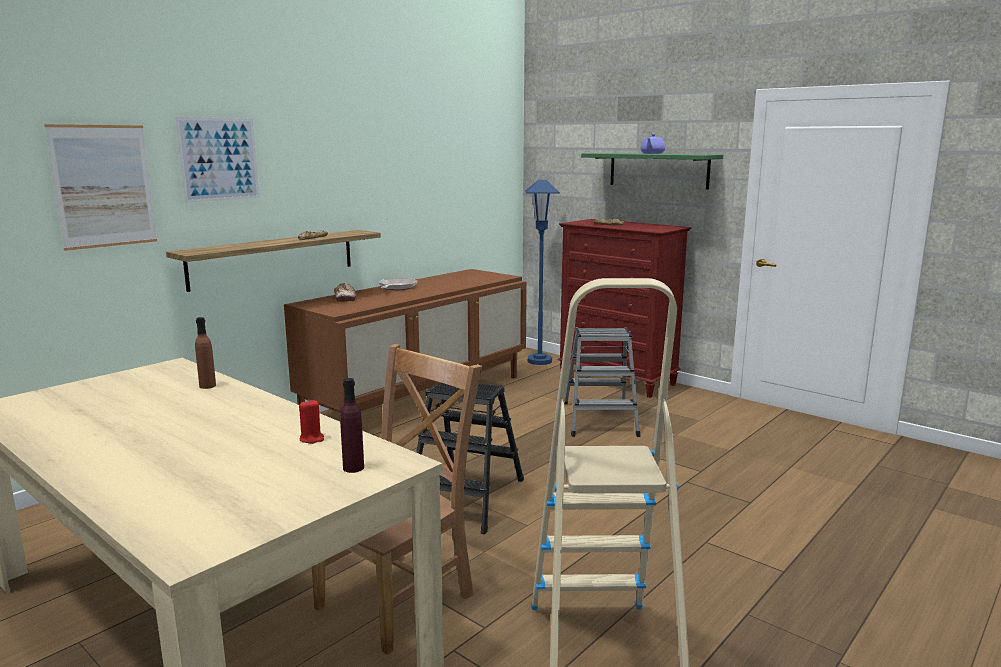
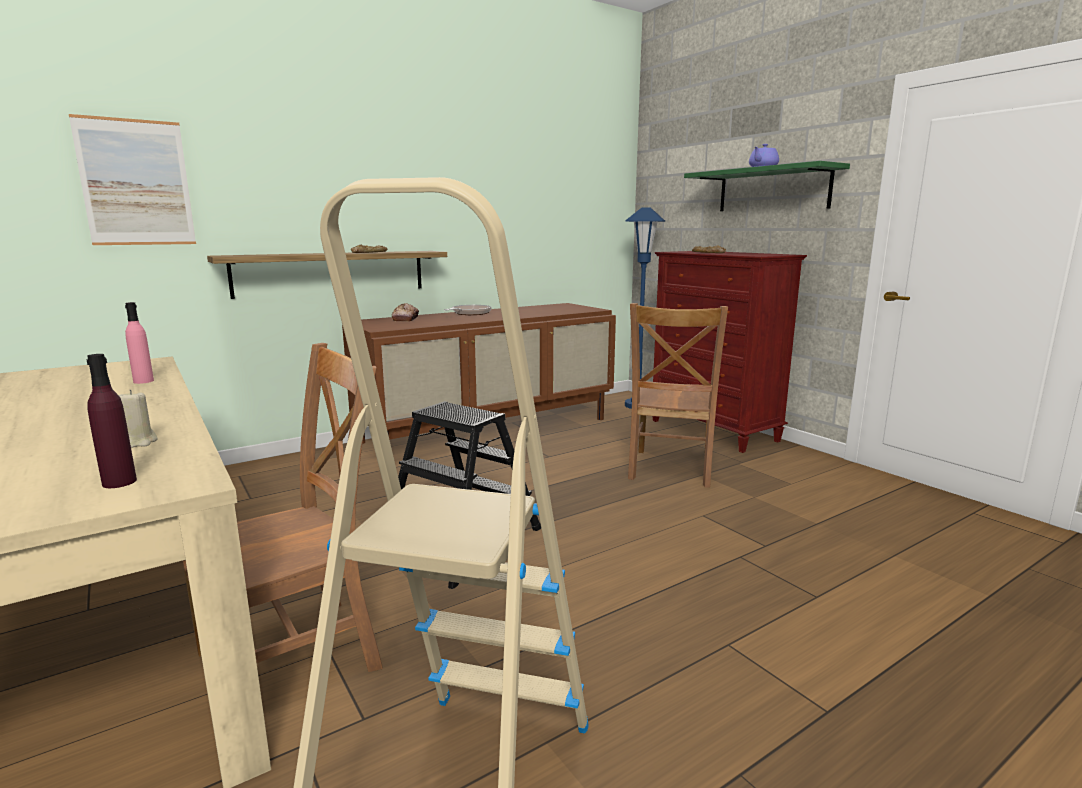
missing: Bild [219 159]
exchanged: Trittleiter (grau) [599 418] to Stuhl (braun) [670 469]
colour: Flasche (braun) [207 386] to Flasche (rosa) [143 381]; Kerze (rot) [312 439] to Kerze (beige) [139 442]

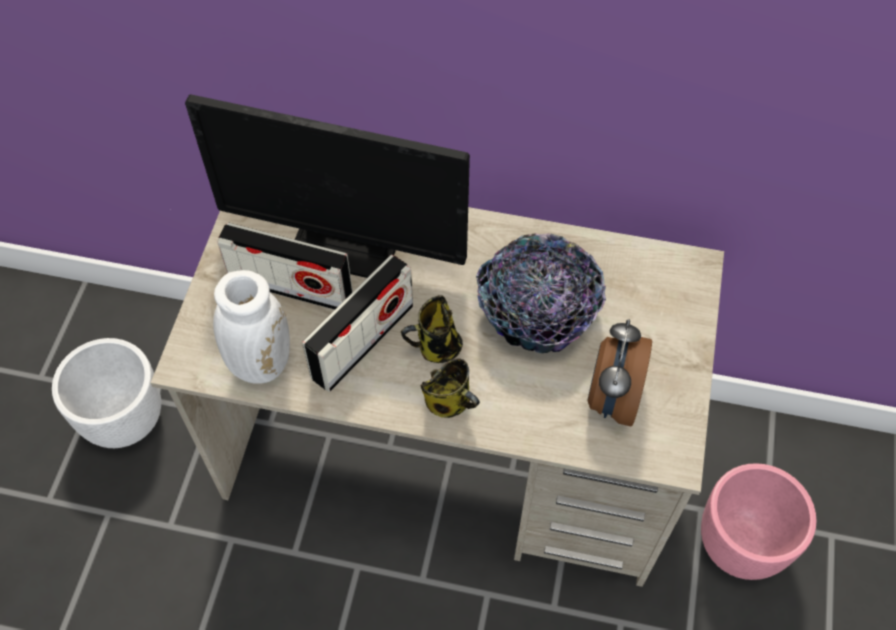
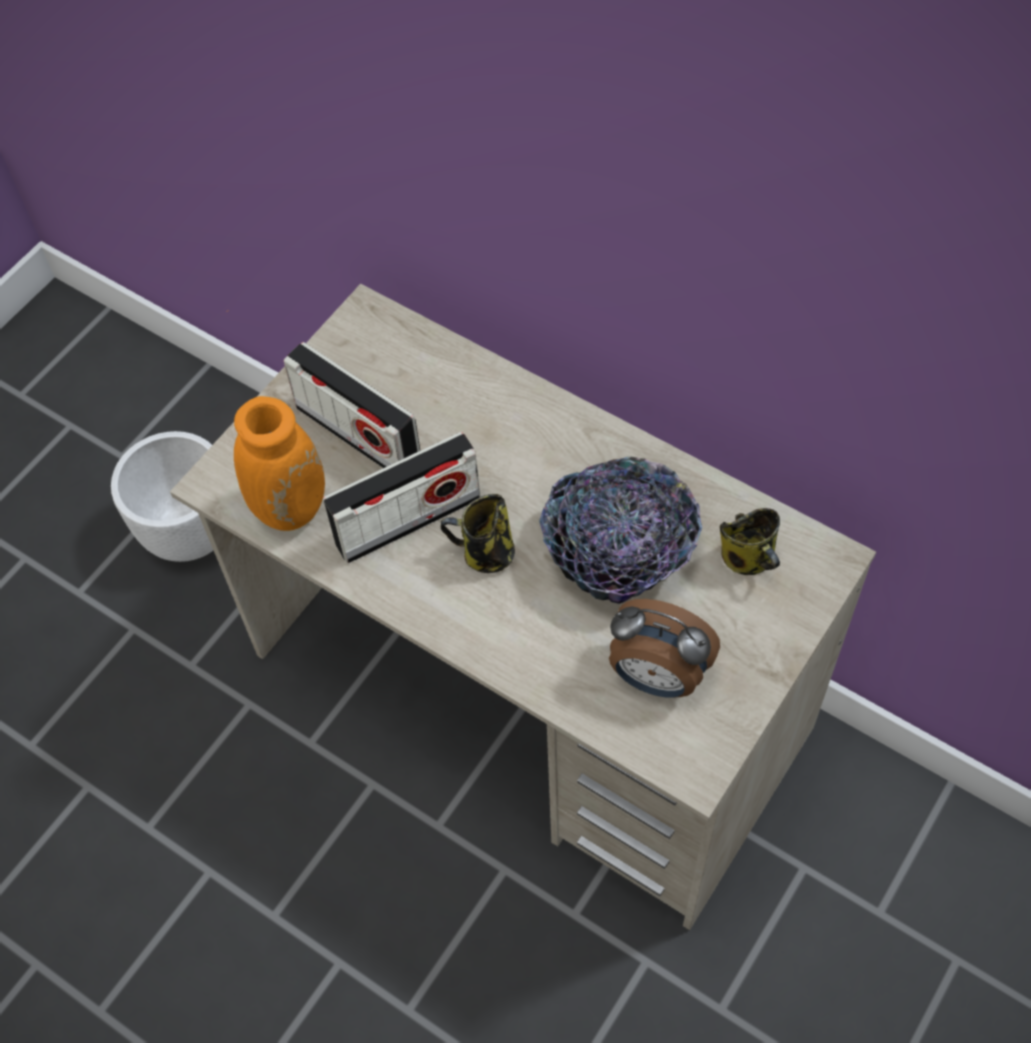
missing: Monitor [346 244]; Pflanzkübel (rosa) [741 544]
relocated: Henkelbecher [450 402] to [749 559]
colour: Vase (weiß) [261 359] to Vase (orange) [292 504]
spun: Wecker [611 397] = [656 676] 105 degrees counterclockwise

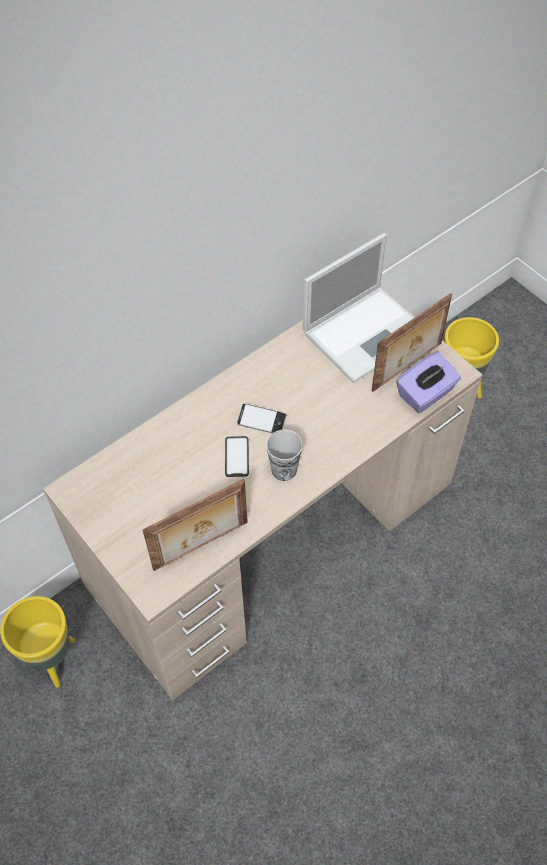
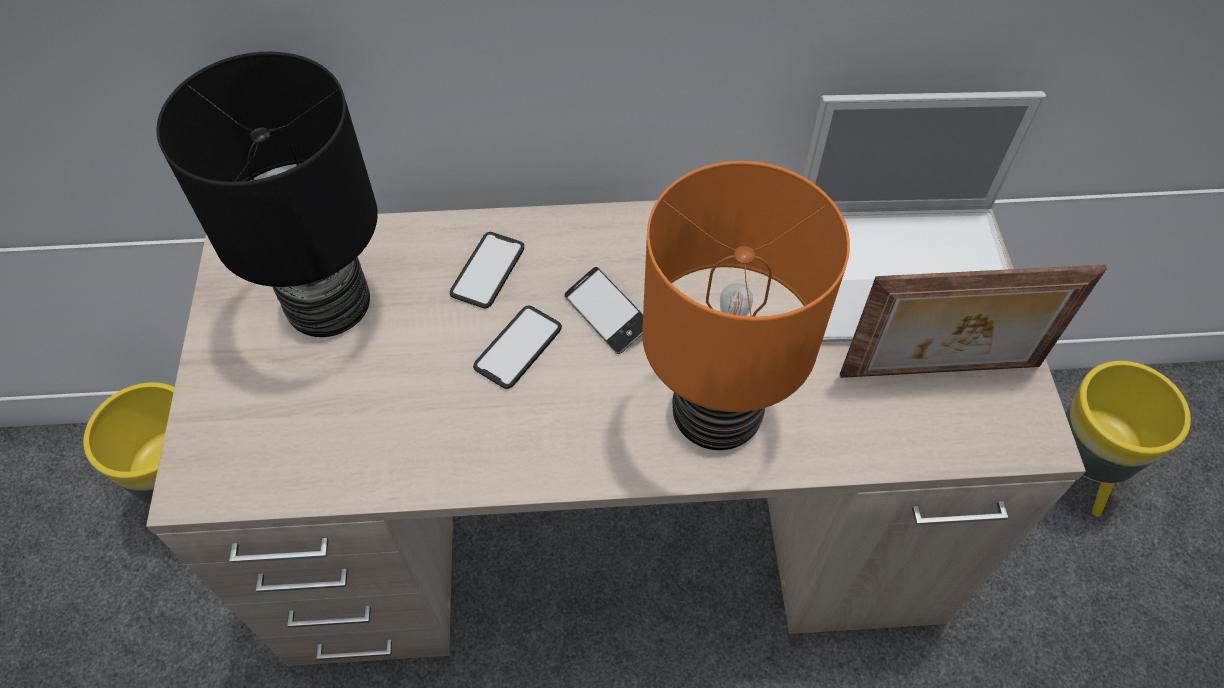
missing: Taschentuchbox (lila) [426 394]; Tasse [284 469]; Bilderrahmen [201 547]
appeared: Tischlampe (schwarz) [328 302]; Tischlampe (orange) [716 411]; Handy [487 270]

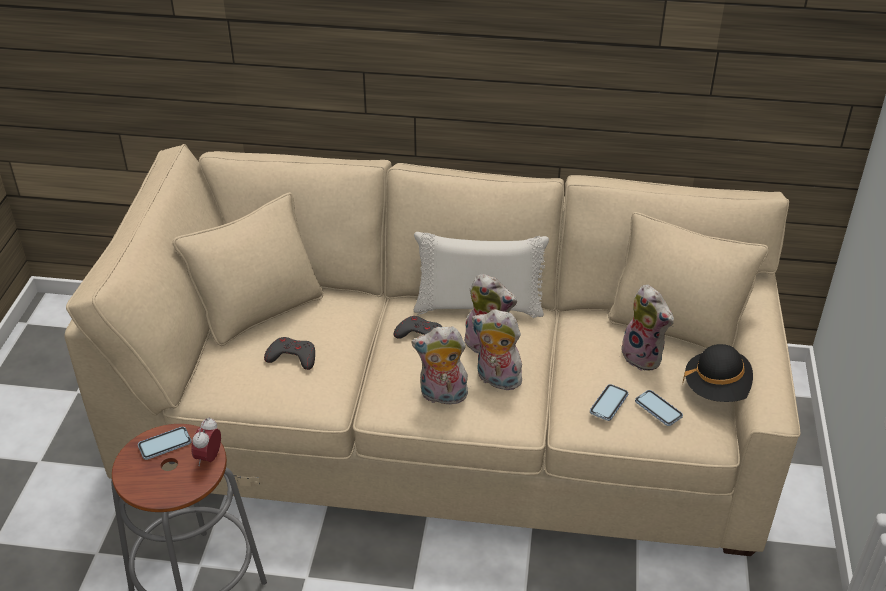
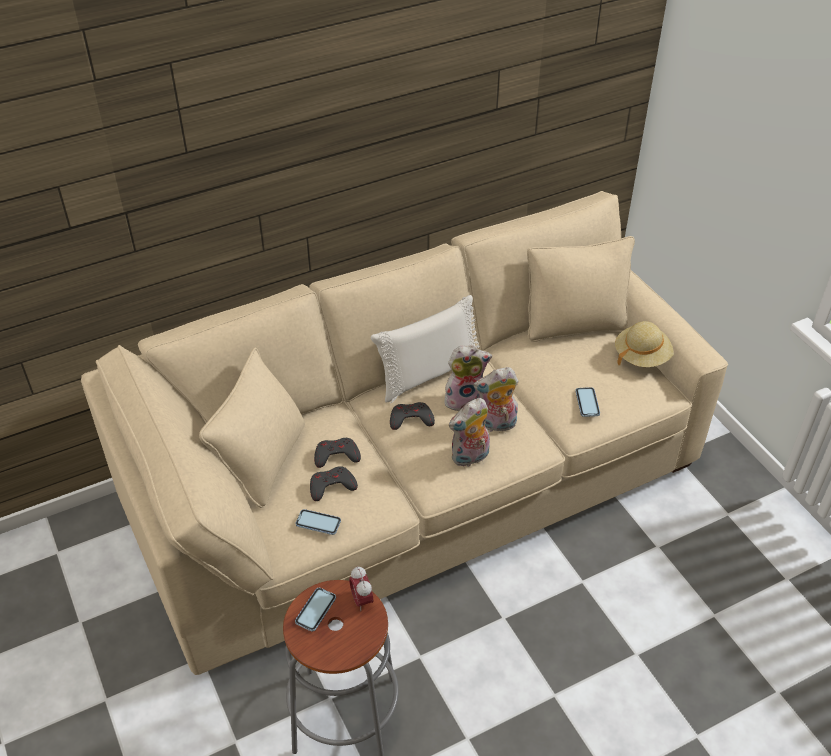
missing: Plüschtier [644 357]
appeared: Gamepad (grau) [336 455]
relocated: Handy [658 409] to [318 523]
colour: Hut (schwarz) [719 389] to Hut (beige) [642 356]

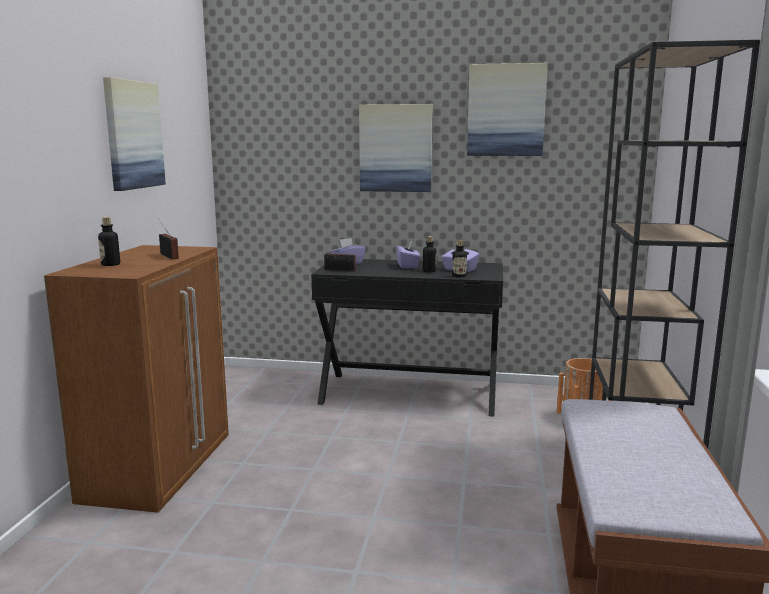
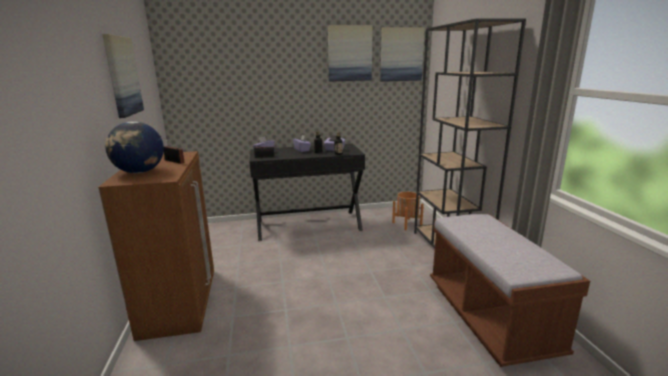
relocated: Bild [396 148] to [401 54]
exchanged: Flasche [110 264] to Globus [140 172]

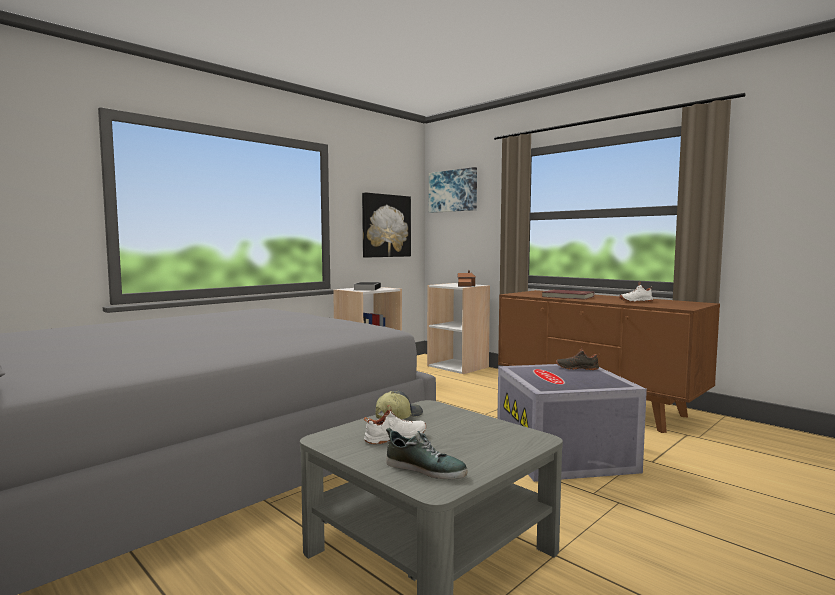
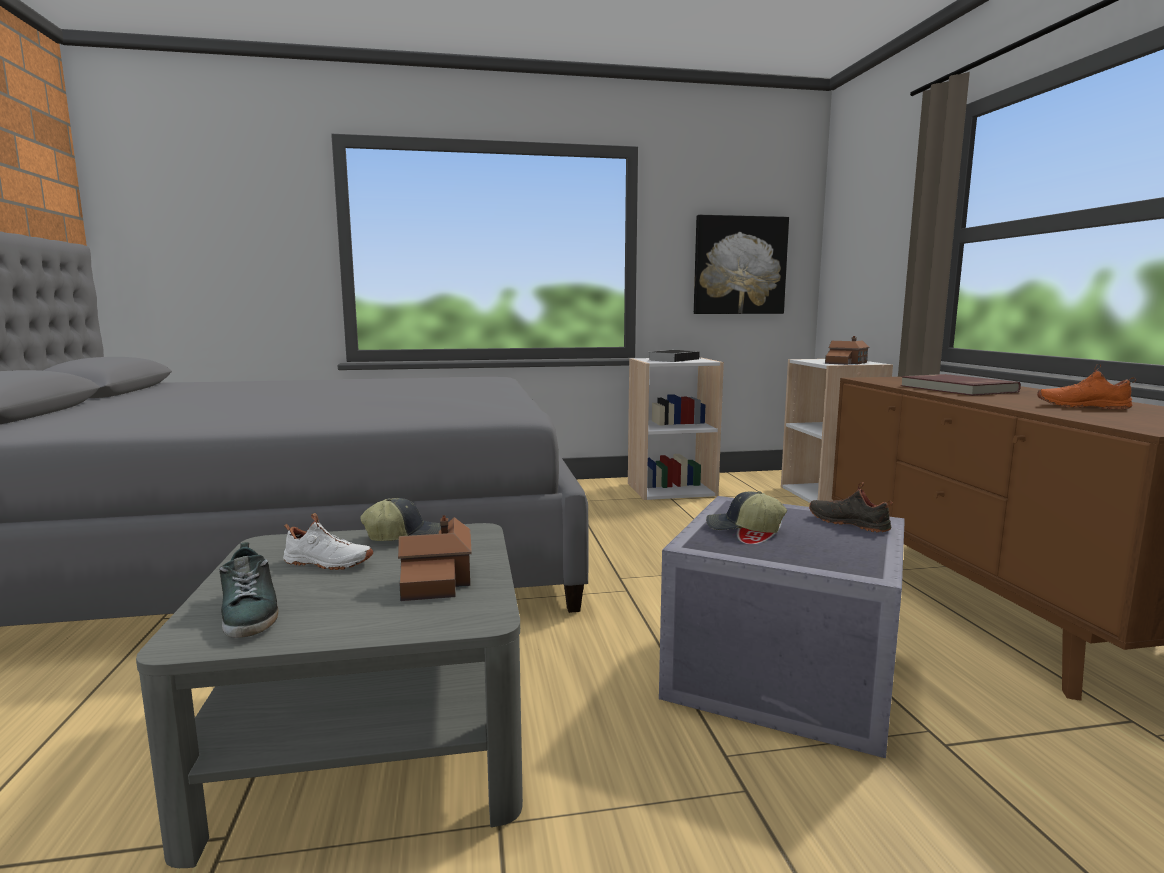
missing: Bild [453 191]
appeared: Kappe [743 529]; Spielzeughaus [438 580]
colour: Schuh (weiß) [635 301] to Schuh (orange) [1081 406]

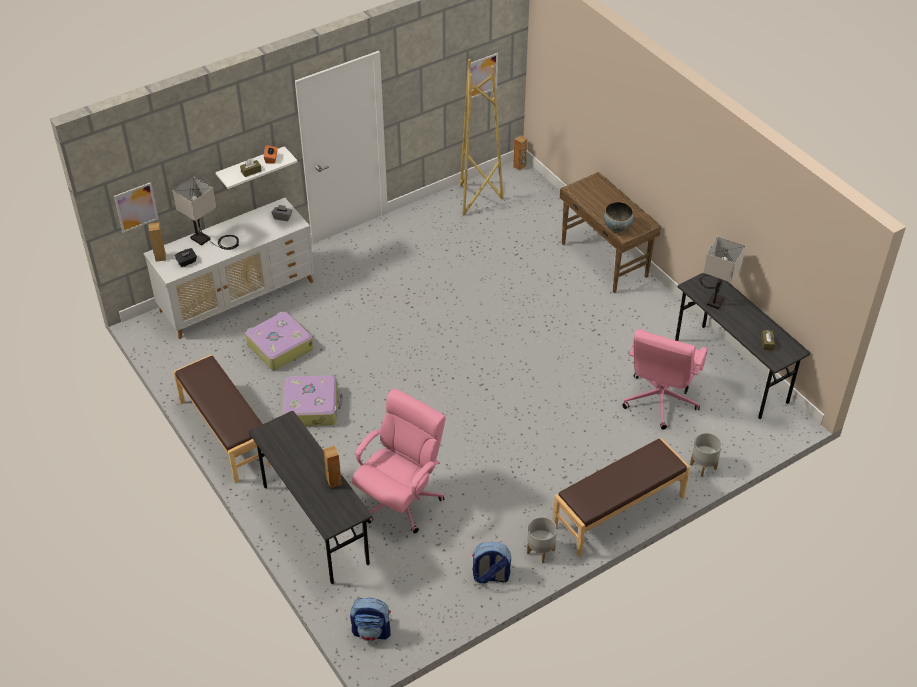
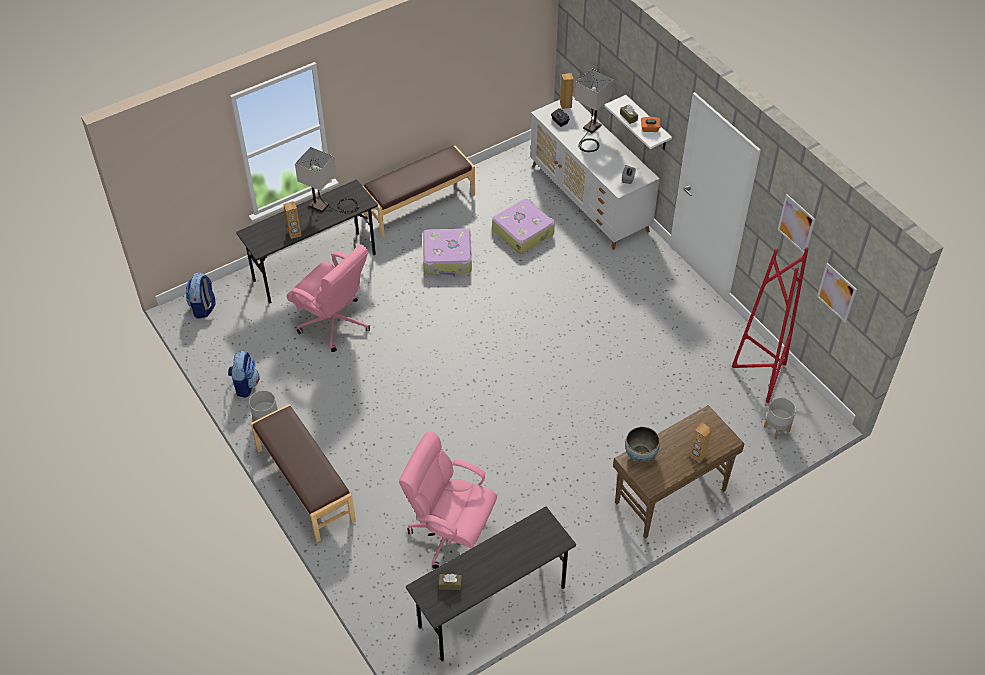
relocated: Lautsprecher (braun) [519 166] to [697 456]; Bild [136 207] to [796 224]; Tischlampe [714 293] to [331 206]; Pflanzkübel (grau) [703 466] to [776 428]
colour: Kleiderständer (gelb) [475 199] to Kleiderständer (rot) [761 378]

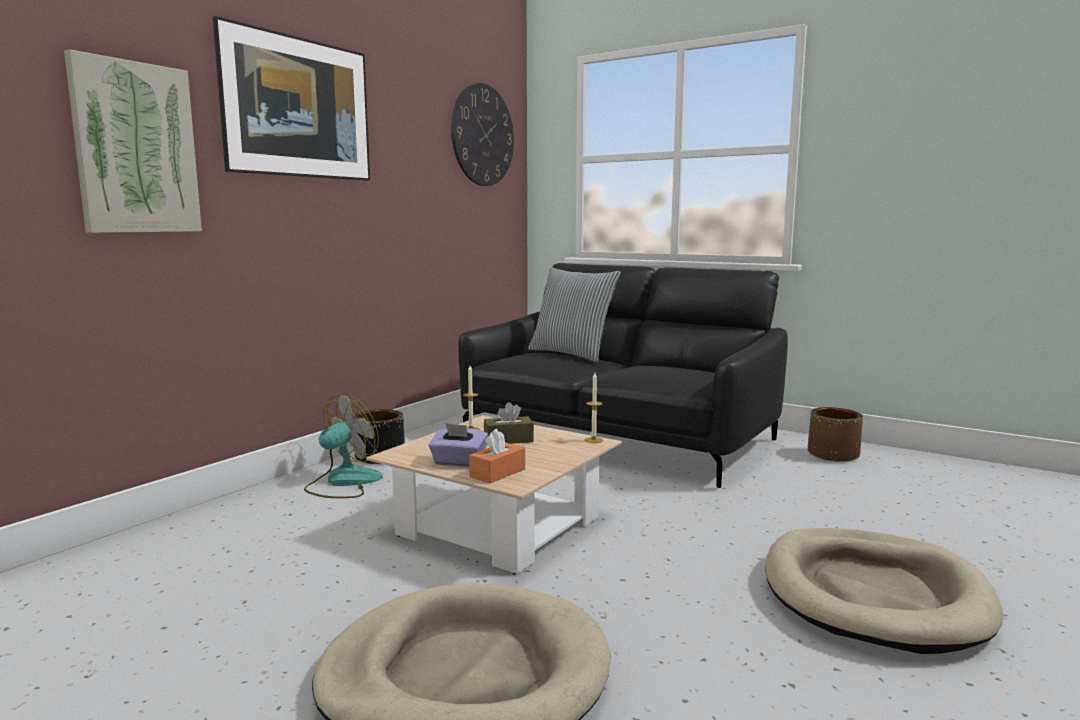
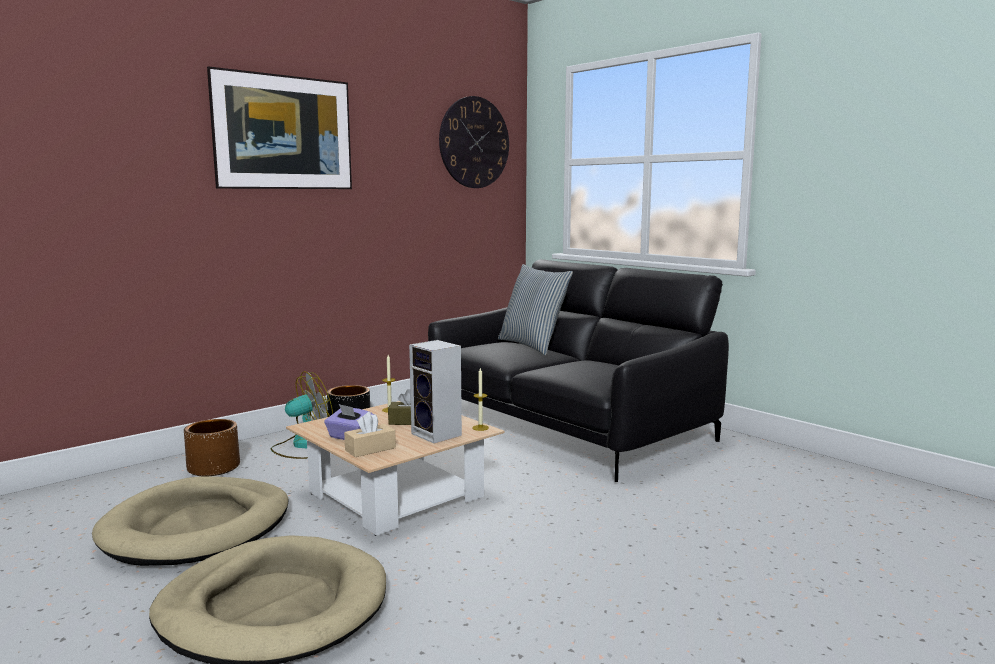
missing: Bild [135 148]
appeared: Lautsprecher [438 435]
relocated: Pflanzkübel (braun) [833 454] to [214 468]; Hundebett (beige) [873 594] to [198 527]
colour: Taschentuchbox (orange) [497 473] to Taschentuchbox (beige) [370 449]

